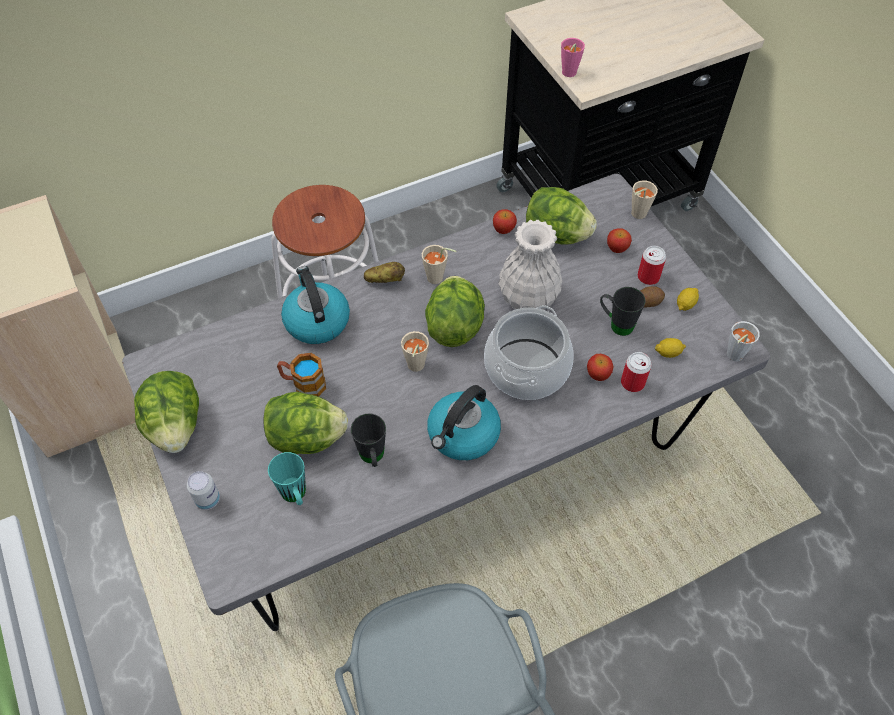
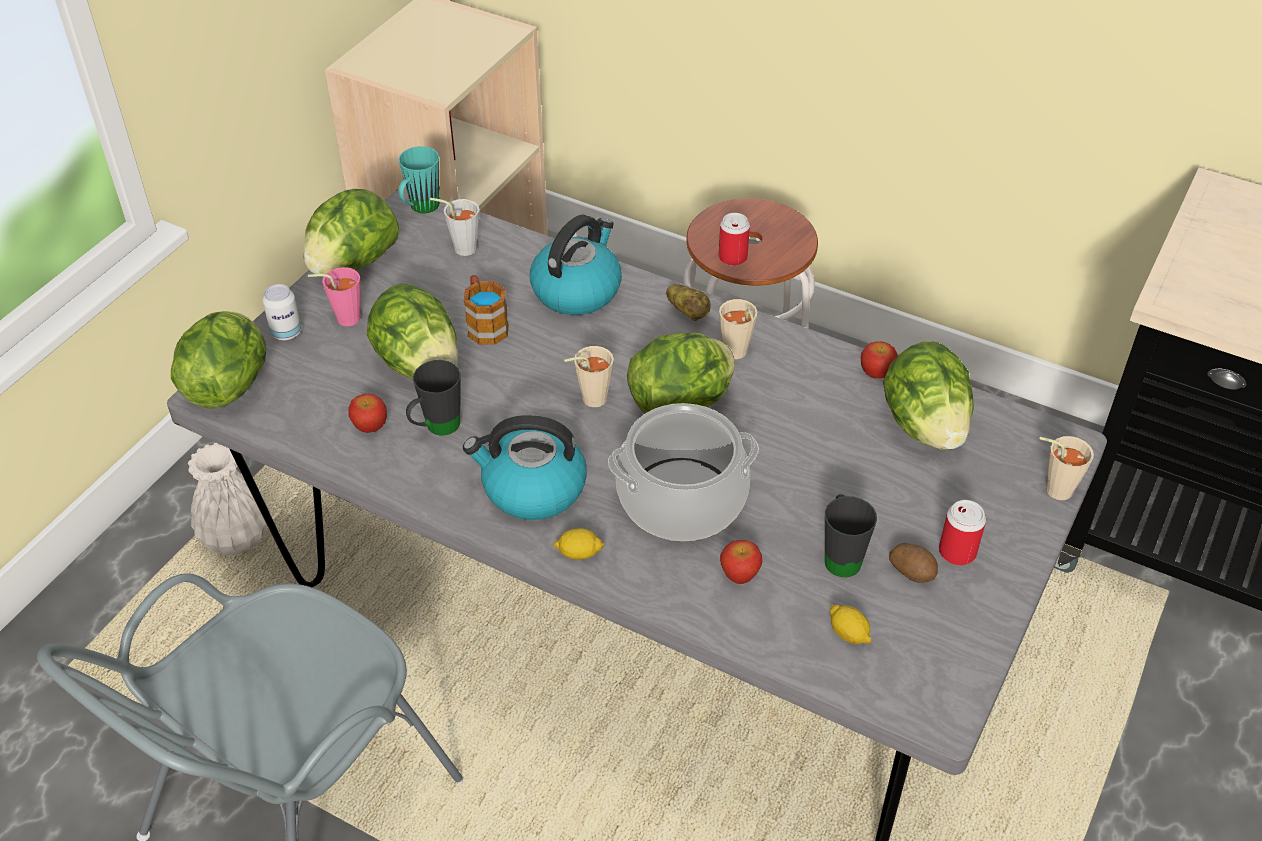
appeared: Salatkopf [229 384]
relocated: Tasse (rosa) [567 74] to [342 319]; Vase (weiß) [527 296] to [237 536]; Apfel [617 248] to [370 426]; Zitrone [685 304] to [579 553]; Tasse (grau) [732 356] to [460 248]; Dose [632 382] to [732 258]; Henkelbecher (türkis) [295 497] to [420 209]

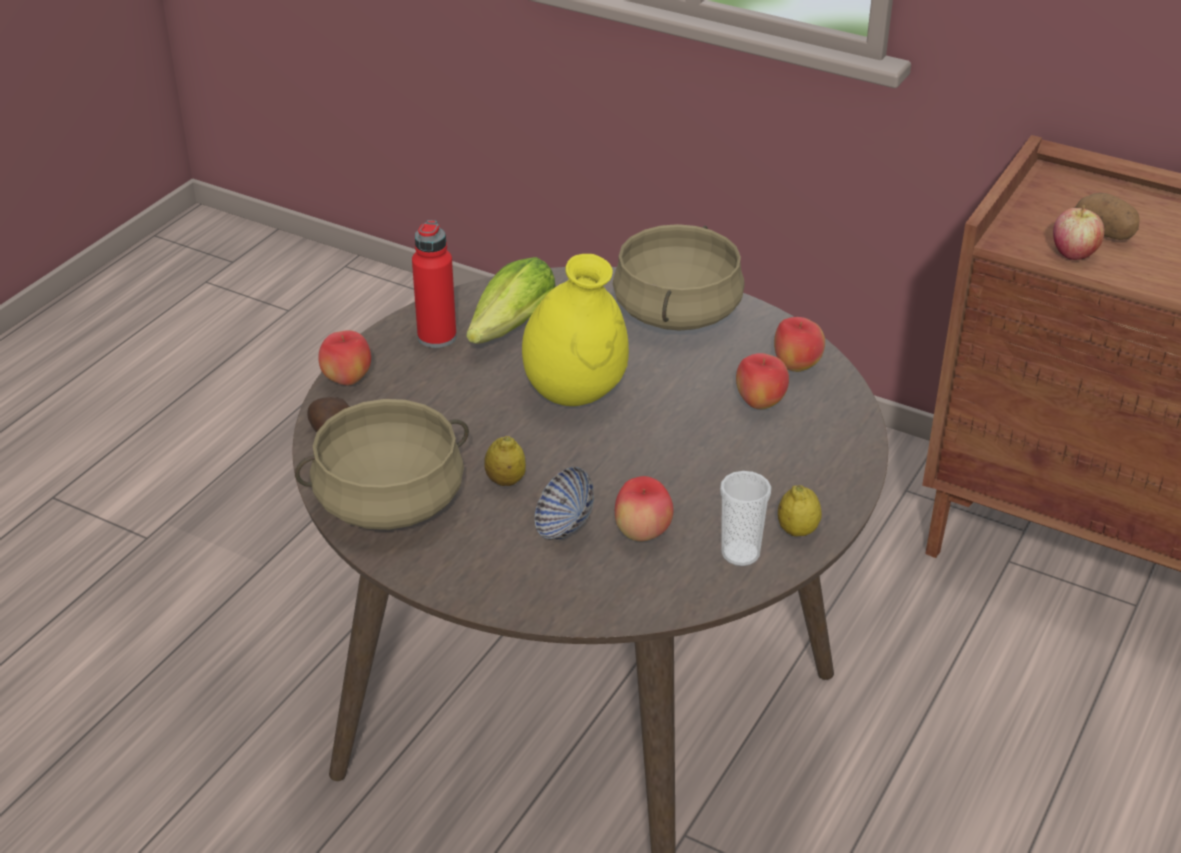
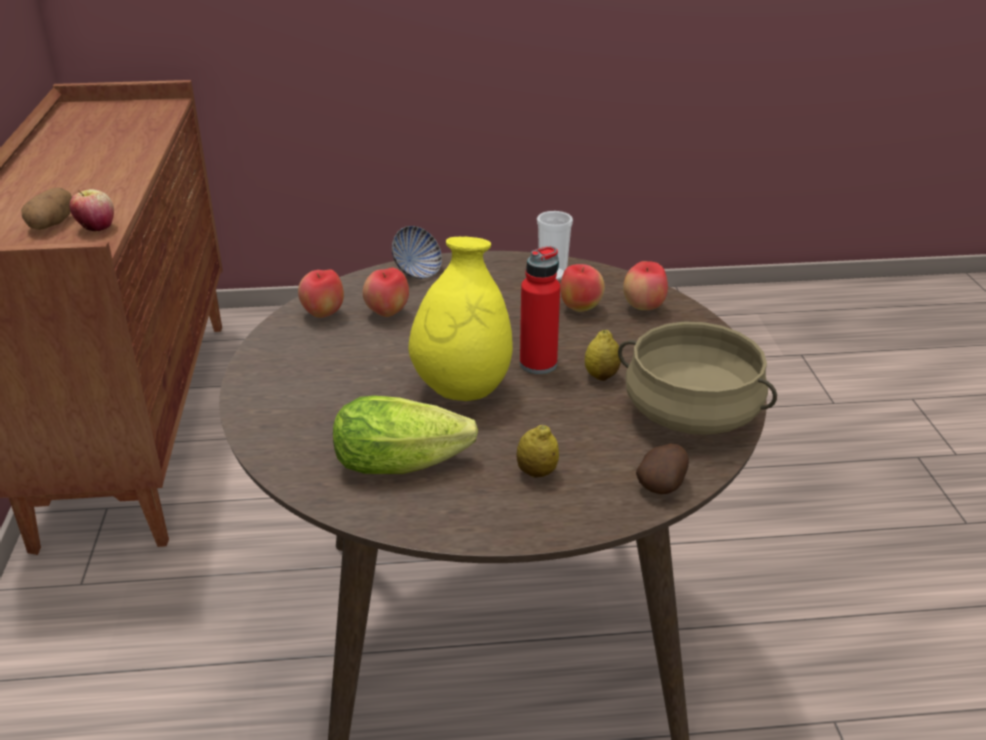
missing: Kochtopf (beige) [678 313]
relocated: Flasche (rot) [437 337] to [538 364]; Apfel [347 380] to [643 307]; Schüssel [564 526] to [417 272]; Zitrone [797 531] to [537 472]

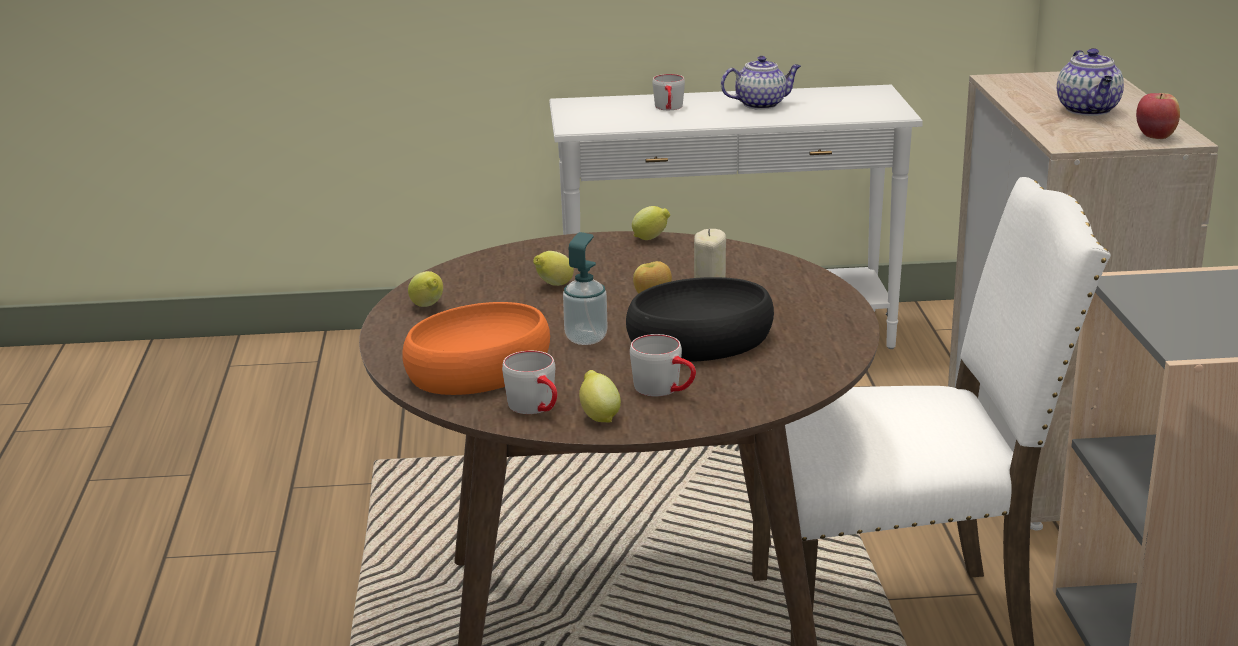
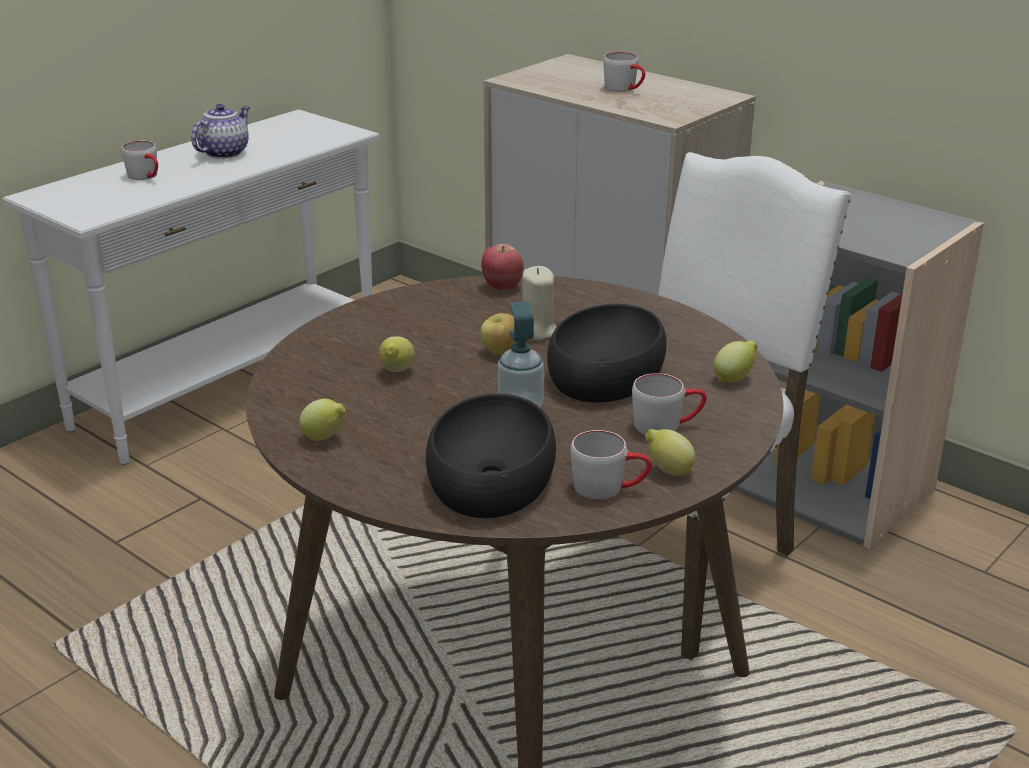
relocated: Apfel [1155 136] to [502 287]; Zitrone [651 239] to [734 379]
exchanged: Teekanne [1089 110] to Henkelbecher (grau) [625 89]
colour: Schüssel (orange) [478 370] to Schüssel (schwarz) [493 476]

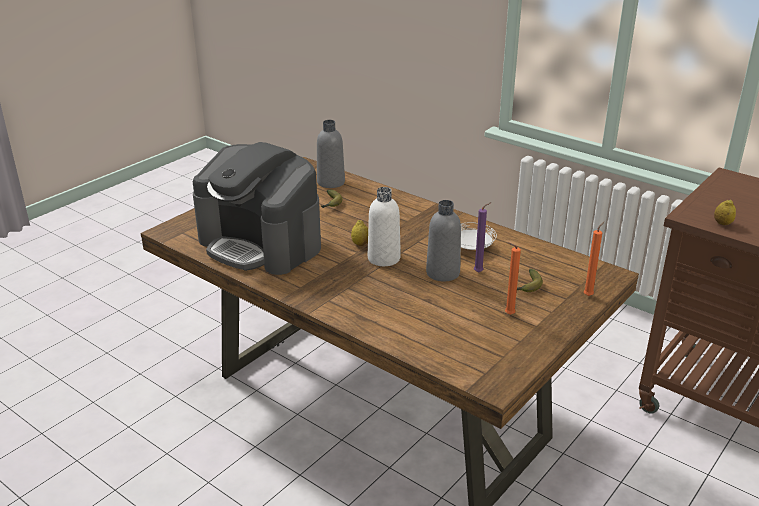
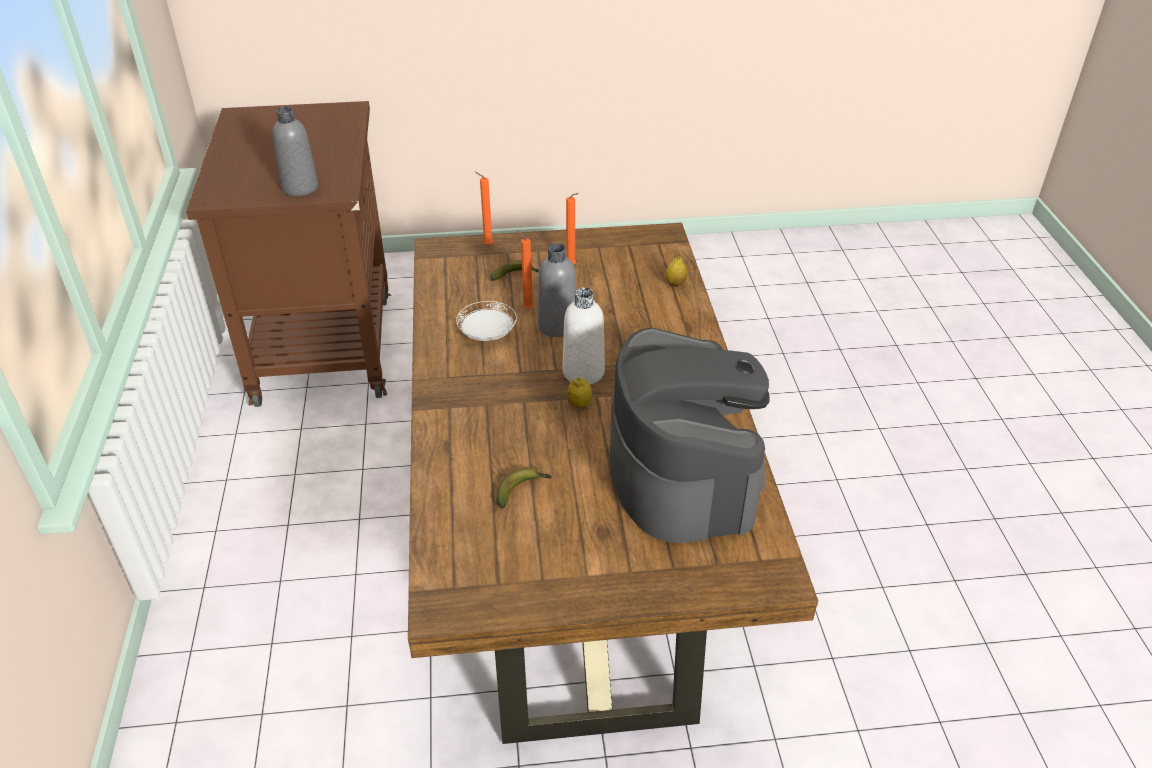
relocated: Flasche (grau) [331 182] to [300 188]; Zitrone [722 223] to [675 284]
colour: Kerze (lila) [480 272] to Kerze (orange) [526 308]

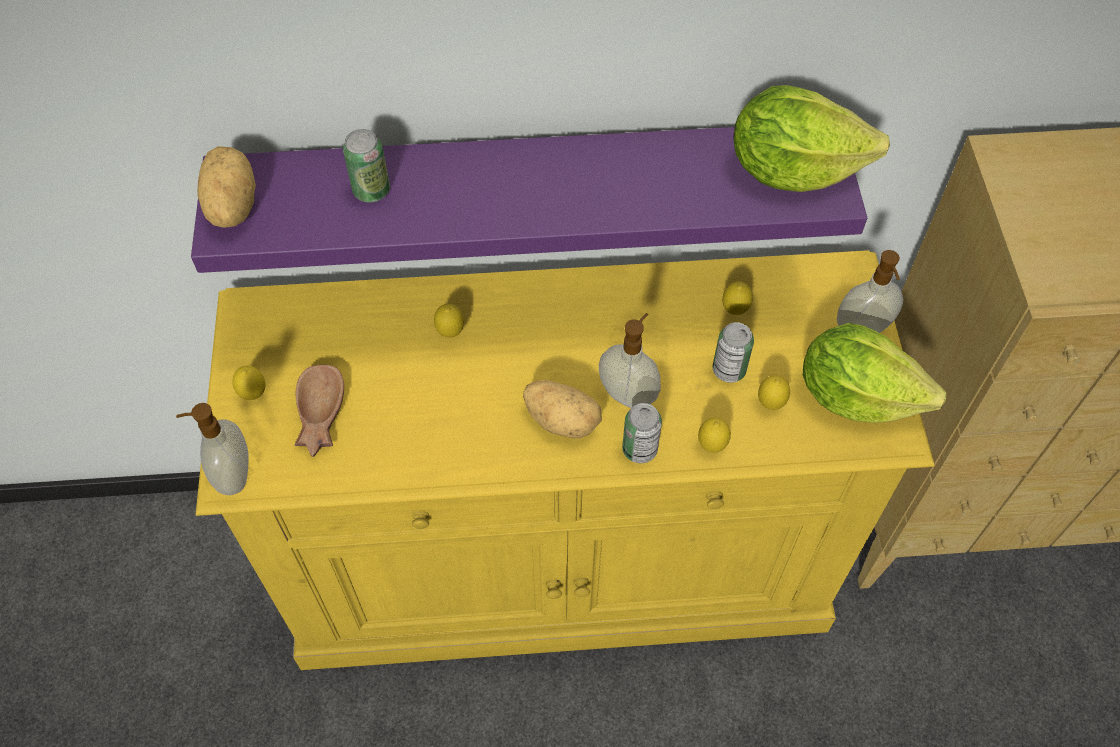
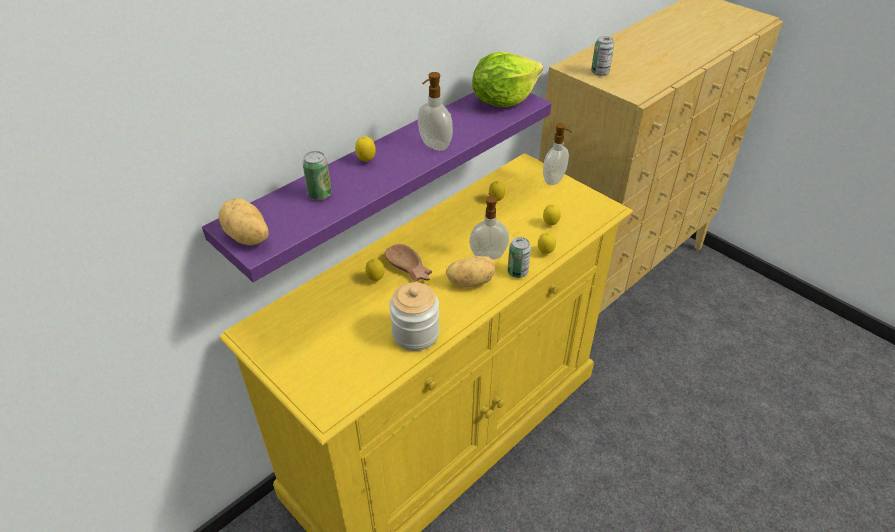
missing: Salatkopf [856 396]
appeared: Vorratsglas [415 334]
relocated: Dose [729 370] to [599 72]; Schüssel (braun) [317 416] to [408 269]; Zitrone [254 394] to [366 161]; Seifenspender [232 475] to [434 146]

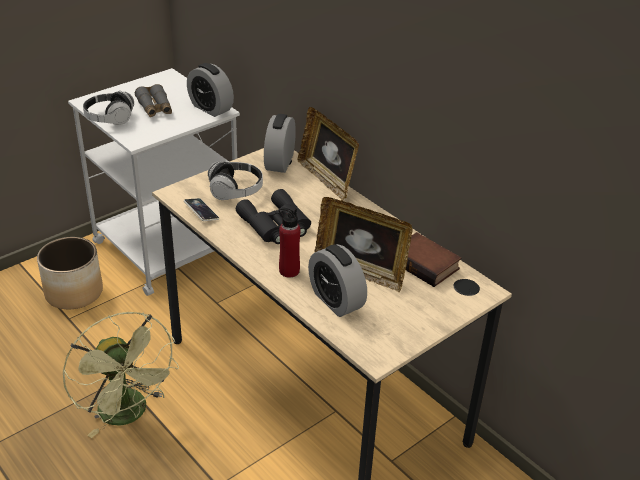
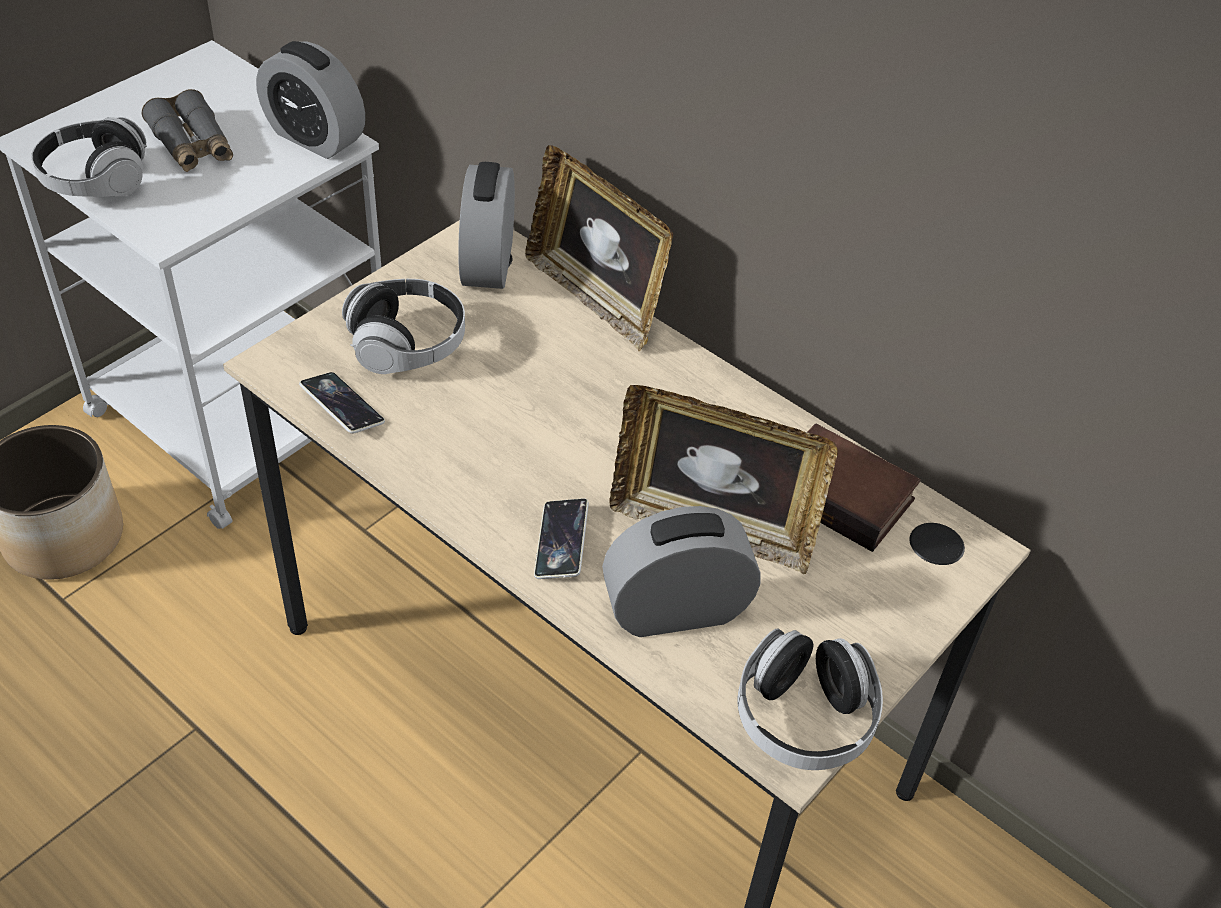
missing: Fernglas (schwarz) [276 225]; Ventilator (grün) [129 414]
appeared: Kopfhörer [803 719]
exchanged: Flasche (rot) [289 271] to Handy [561 542]
spun: Wecker [336 300] = [676 610] 120 degrees clockwise

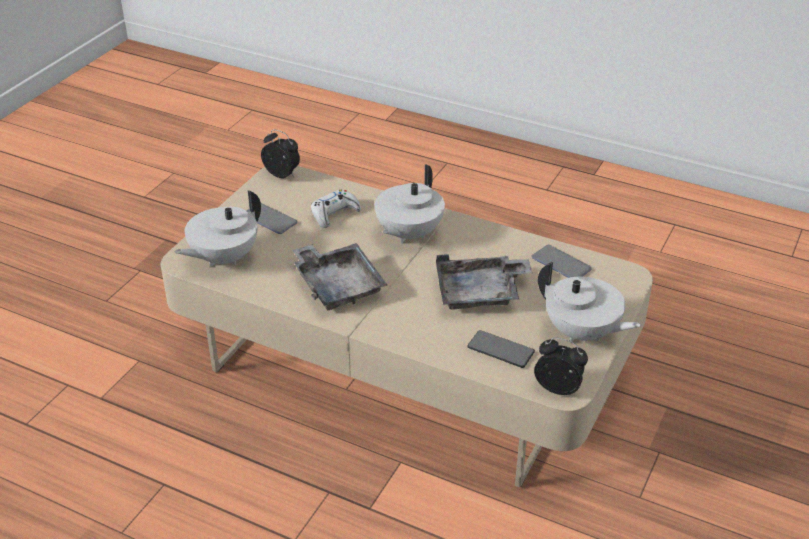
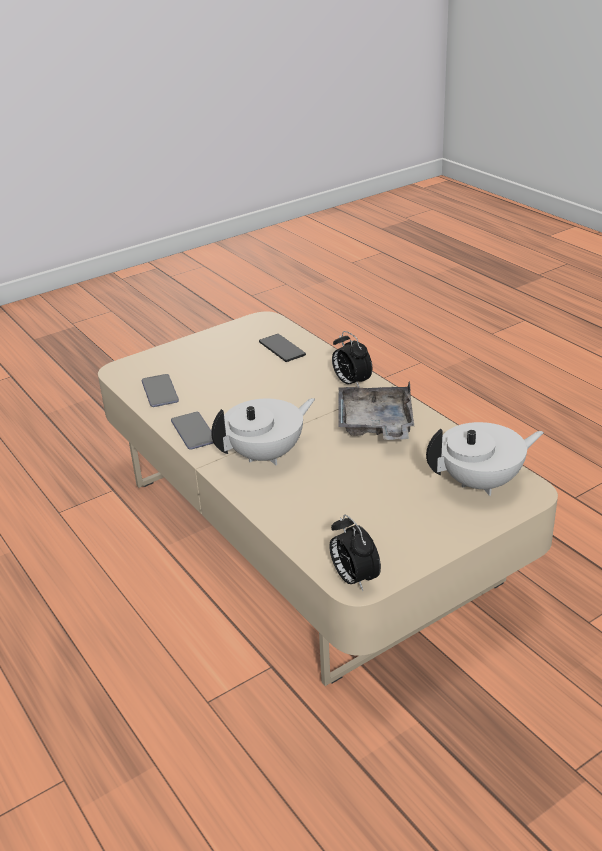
missing: Gamepad (weiß) [334 214]; Tablett (grau) [480 293]; Teekanne (weiß) [582 333]
relocated: Handy [269 219] to [193 432]; Wecker [559 388] to [351 383]

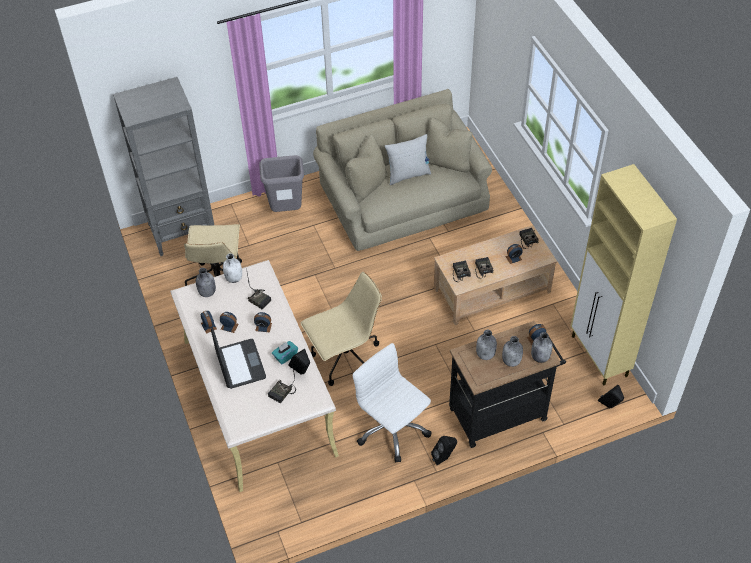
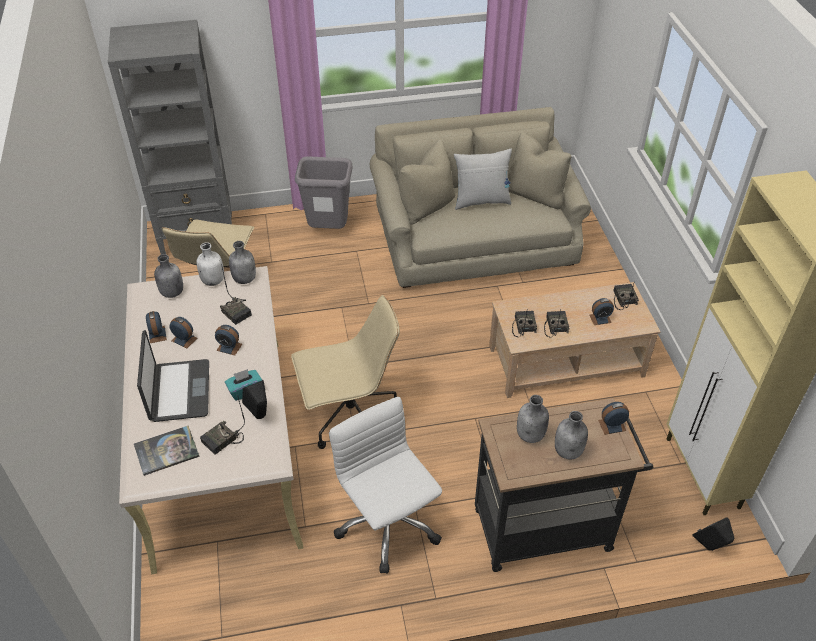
missing: Lautsprecher (schwarz) [444 458]
appeared: Buch [166 451]
relocated: Flasche (grau) [540 357] to [245 279]

